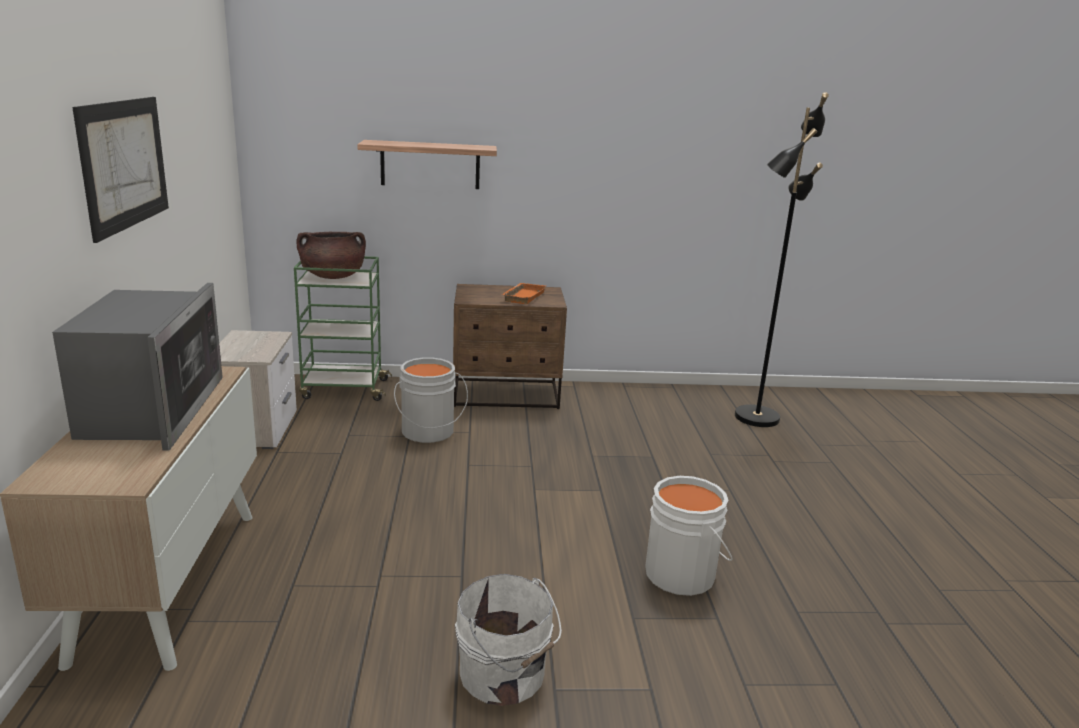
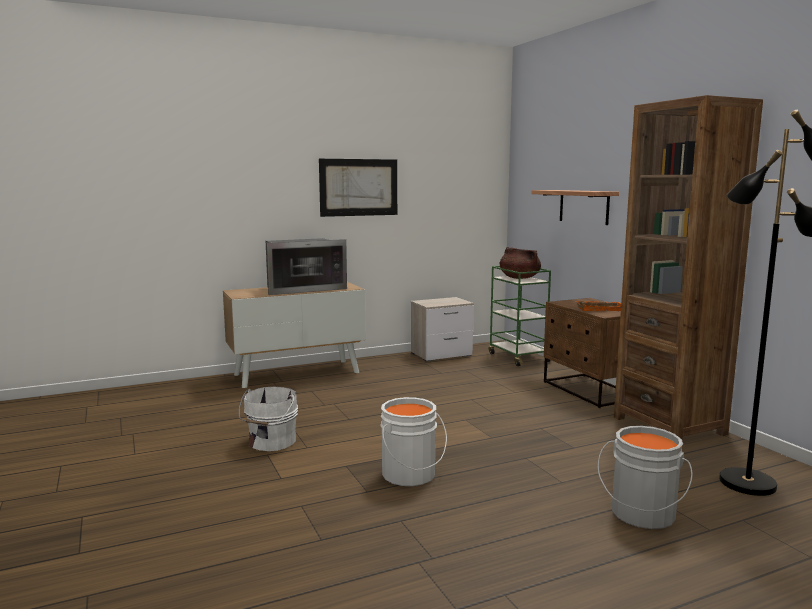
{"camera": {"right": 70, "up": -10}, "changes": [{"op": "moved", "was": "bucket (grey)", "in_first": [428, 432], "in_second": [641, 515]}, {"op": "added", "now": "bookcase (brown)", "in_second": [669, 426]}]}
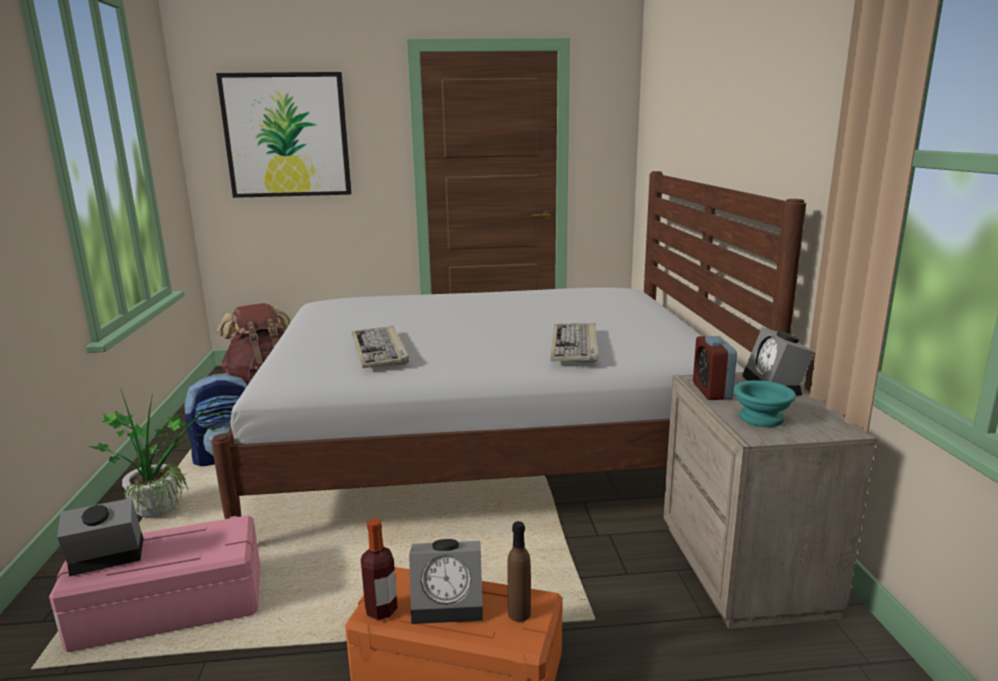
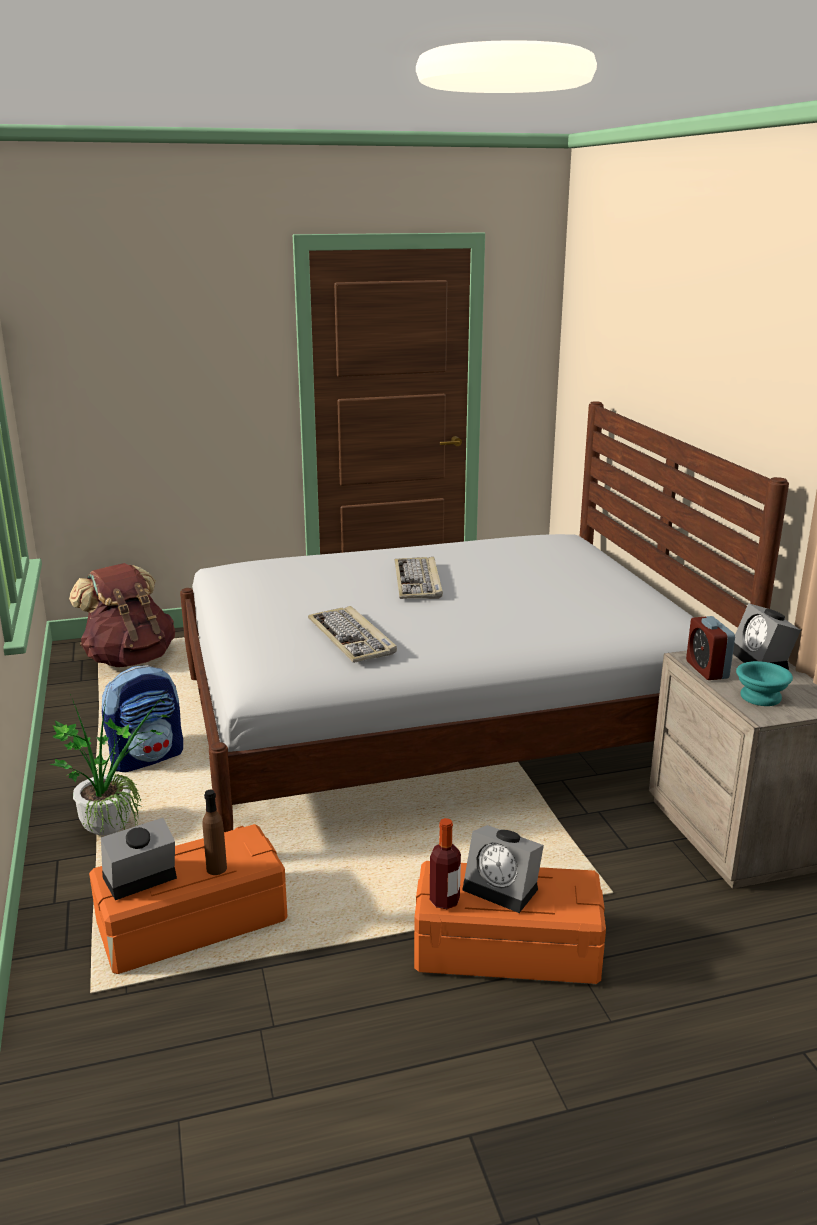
{"camera": {"right": -10, "up": 5}, "changes": [{"op": "recoloured", "was": "storage box (pink)", "now": "storage box (orange)", "in_first": [169, 608], "in_second": [192, 924]}, {"op": "removed", "was": "picture", "in_first": [287, 135]}, {"op": "turned", "was": "alarm clock", "in_first": [450, 603], "in_second": [504, 888], "clockwise": 45}, {"op": "moved", "was": "bottle (brown)", "in_first": [519, 613], "in_second": [216, 868]}, {"op": "moved", "was": "keyboard", "in_first": [575, 346], "in_second": [418, 581]}]}
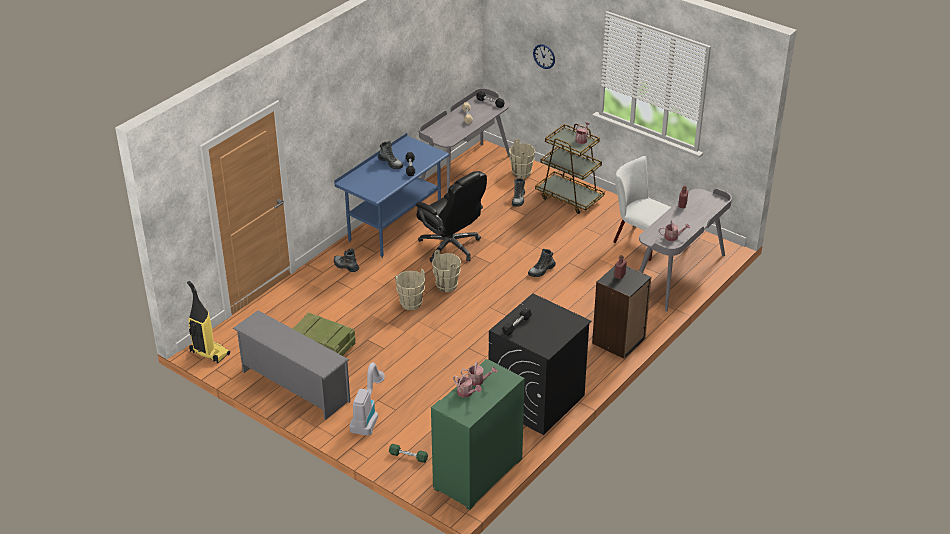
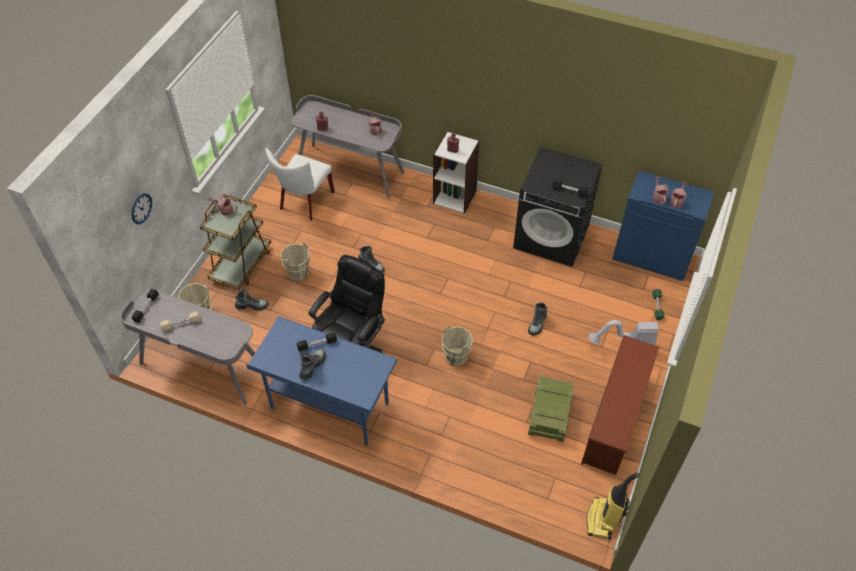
{"camera": {"right": -105, "up": 15}, "changes": [{"op": "recoloured", "was": "shoe rack (grey)", "now": "shoe rack (brown)", "in_first": [294, 386], "in_second": [615, 421]}, {"op": "moved", "was": "boot", "in_first": [346, 266], "in_second": [537, 323]}, {"op": "recoloured", "was": "cabinet (green)", "now": "cabinet (blue)", "in_first": [478, 474], "in_second": [652, 257]}, {"op": "moved", "was": "bucket (beige)", "in_first": [447, 286], "in_second": [298, 273]}, {"op": "recoloured", "was": "bookcase (black)", "now": "bookcase (white)", "in_first": [619, 341], "in_second": [455, 197]}]}
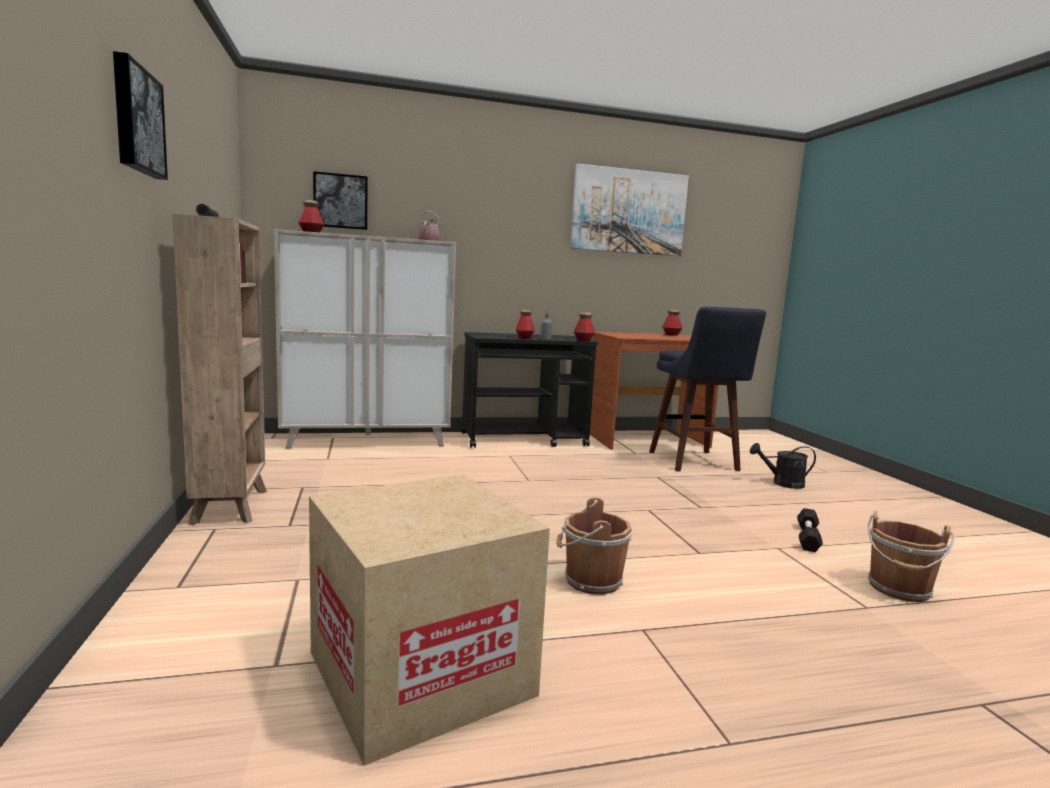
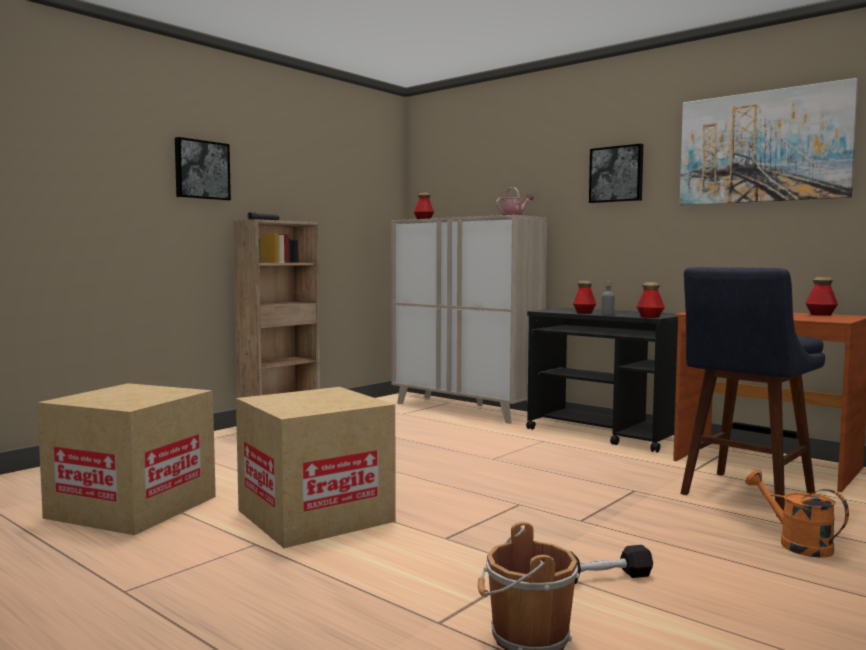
{"camera": {"right": 55, "up": -5}, "changes": [{"op": "moved", "was": "picture", "in_first": [341, 201], "in_second": [617, 174]}, {"op": "replaced", "was": "bucket (brown)", "now": "cardboard box", "in_first": [590, 581], "in_second": [315, 516]}, {"op": "recoloured", "was": "watering can (black)", "now": "watering can (orange)", "in_first": [782, 483], "in_second": [796, 544]}]}
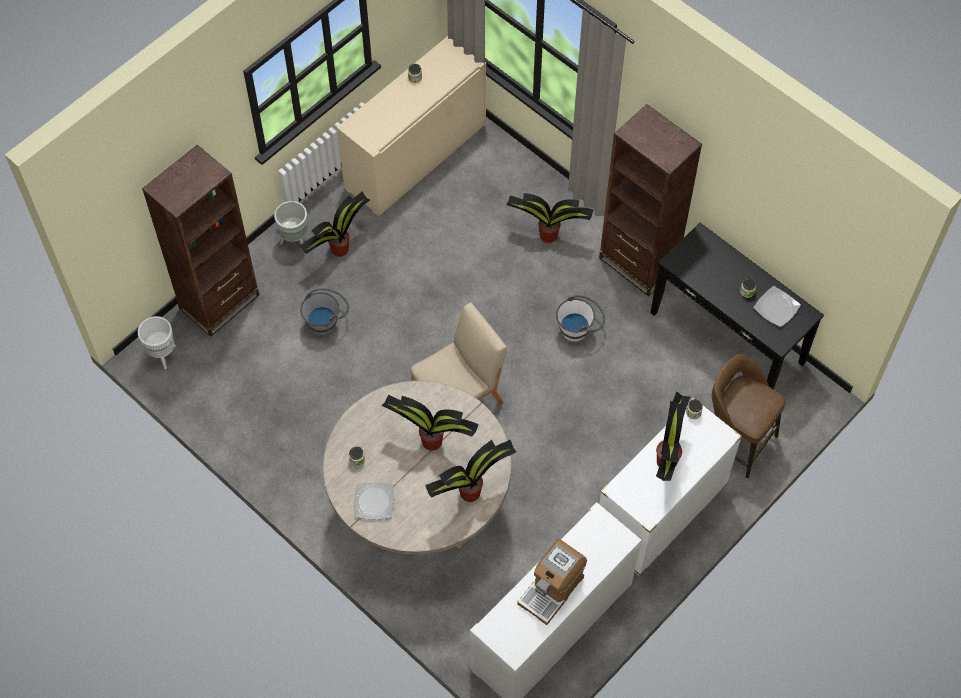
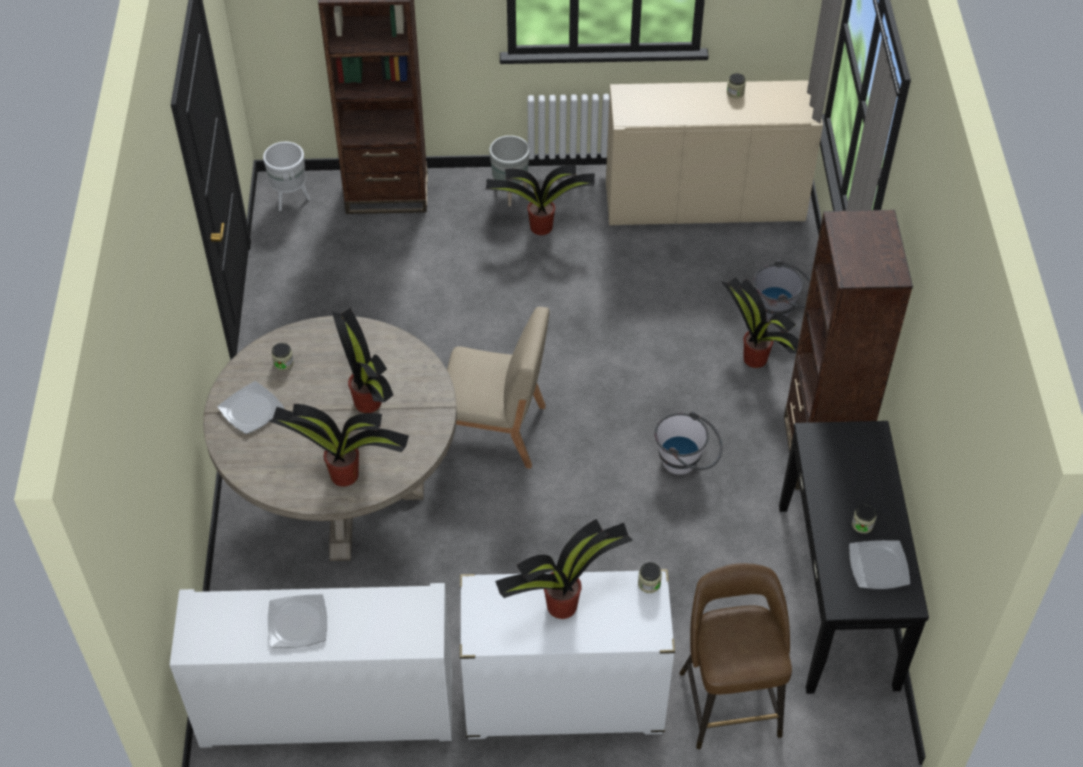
{"camera": {"right": 45, "up": -10}, "changes": [{"op": "moved", "was": "bucket (grey)", "in_first": [326, 320], "in_second": [781, 309]}, {"op": "replaced", "was": "coffee machine", "now": "plate", "in_first": [551, 589], "in_second": [298, 623]}]}
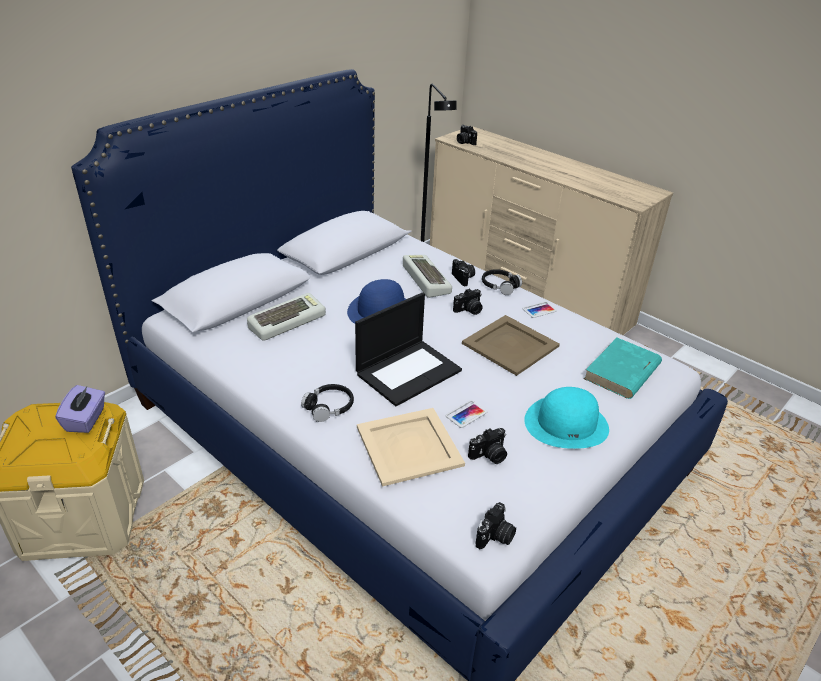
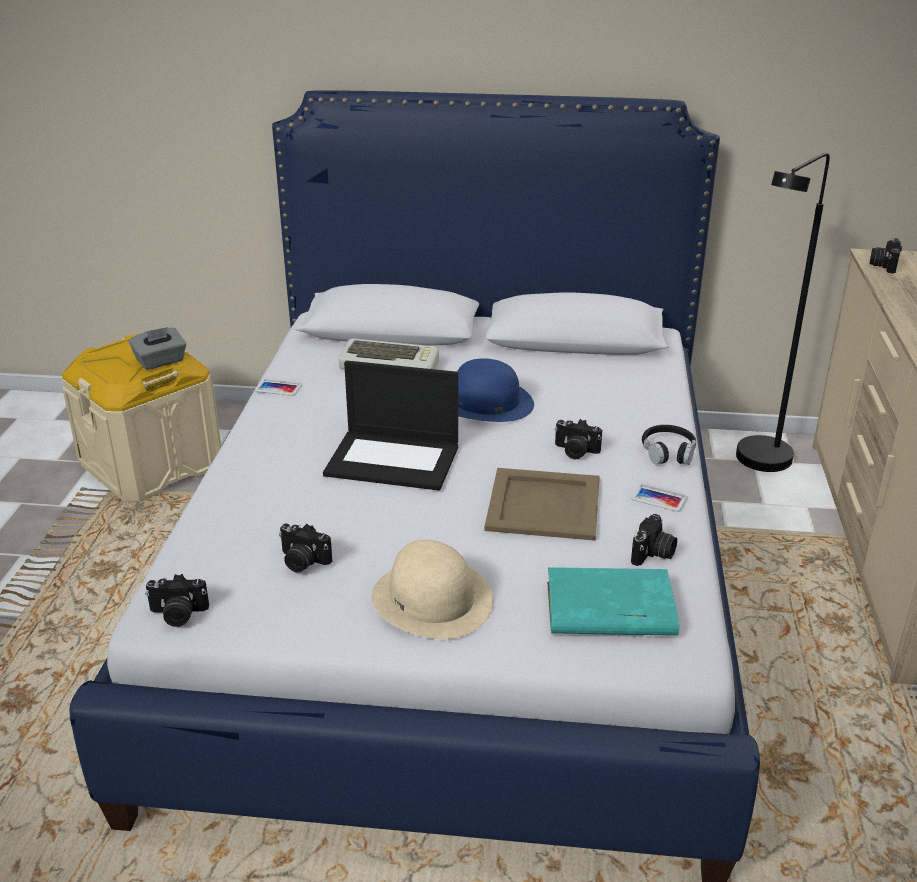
{"camera": {"right": 55, "up": -5}, "changes": [{"op": "recoloured", "was": "tissue box (purple)", "now": "tissue box (grey)", "in_first": [86, 420], "in_second": [161, 362]}, {"op": "removed", "was": "headphones (black)", "in_first": [329, 407]}, {"op": "removed", "was": "tray (beige)", "in_first": [408, 447]}, {"op": "removed", "was": "keyboard", "in_first": [424, 279]}, {"op": "moved", "was": "phone", "in_first": [466, 414], "in_second": [279, 388]}, {"op": "moved", "was": "photo camera", "in_first": [464, 278], "in_second": [653, 554]}, {"op": "recoloured", "was": "hat (turquoise)", "now": "hat (beige)", "in_first": [566, 423], "in_second": [432, 599]}]}
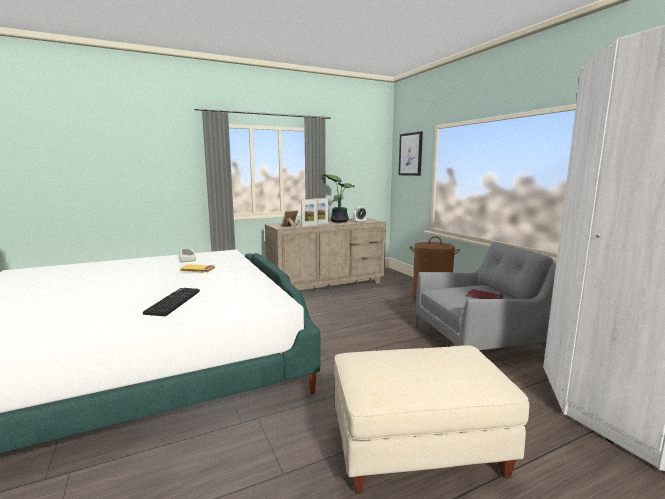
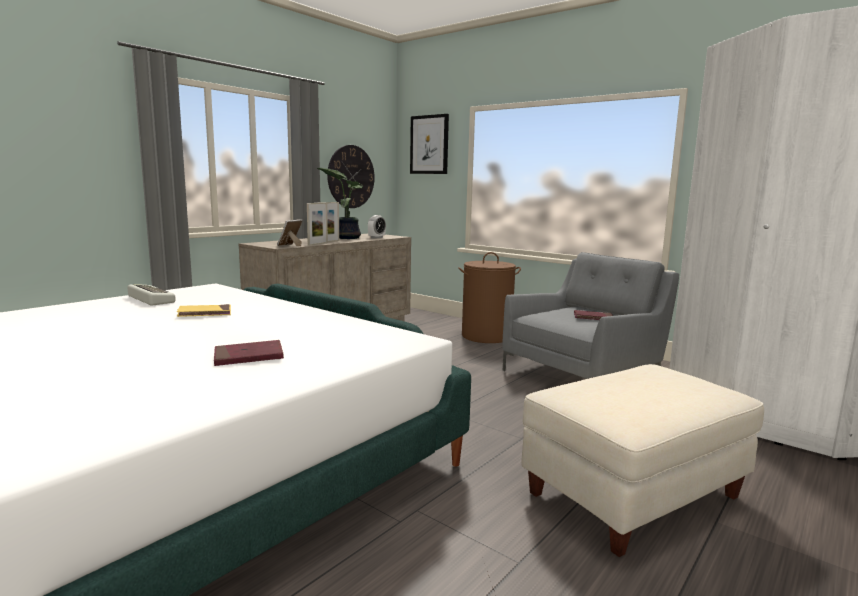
{"camera": {"right": -25, "up": 0}, "changes": [{"op": "replaced", "was": "keyboard", "now": "book (red)", "in_first": [173, 302], "in_second": [248, 357]}, {"op": "added", "now": "wall clock", "in_second": [351, 176]}]}
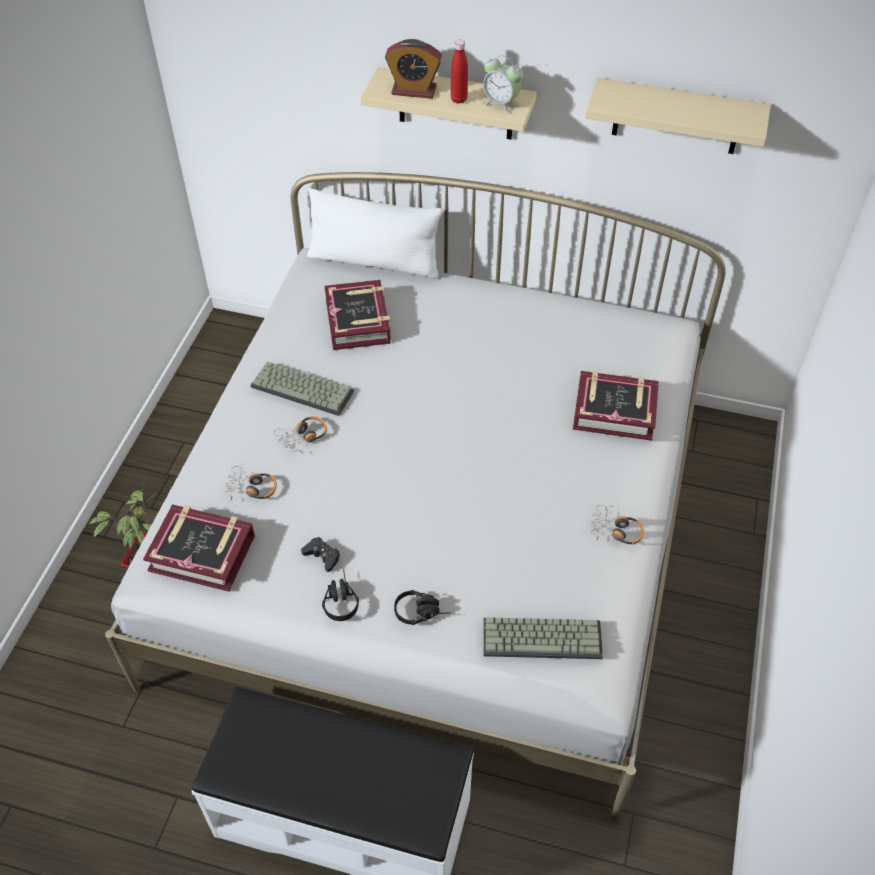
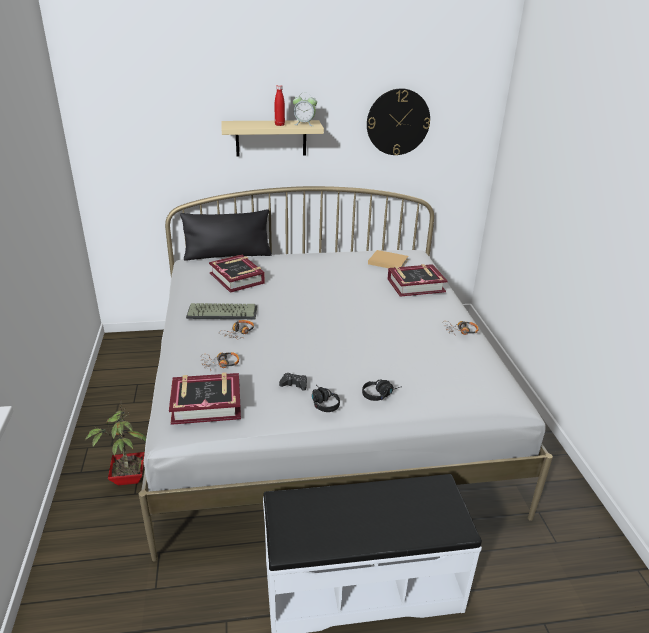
{"camera": {"right": -25, "up": -20}, "changes": [{"op": "recoloured", "was": "pillow (white)", "now": "pillow (black)", "in_first": [374, 261], "in_second": [228, 255]}, {"op": "removed", "was": "alarm clock", "in_first": [414, 90]}, {"op": "removed", "was": "keyboard", "in_first": [543, 637]}, {"op": "replaced", "was": "shelf (beige)", "now": "wall clock", "in_first": [677, 117], "in_second": [398, 122]}, {"op": "added", "now": "book (beige)", "in_second": [387, 261]}]}
